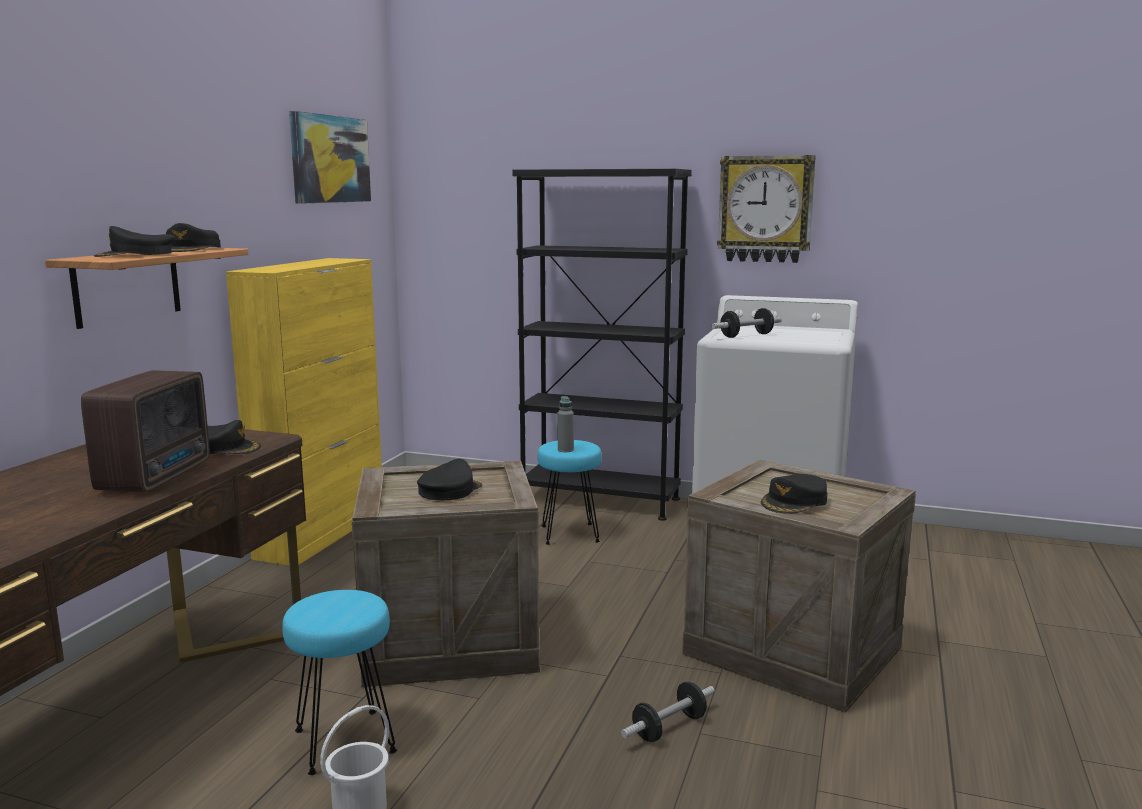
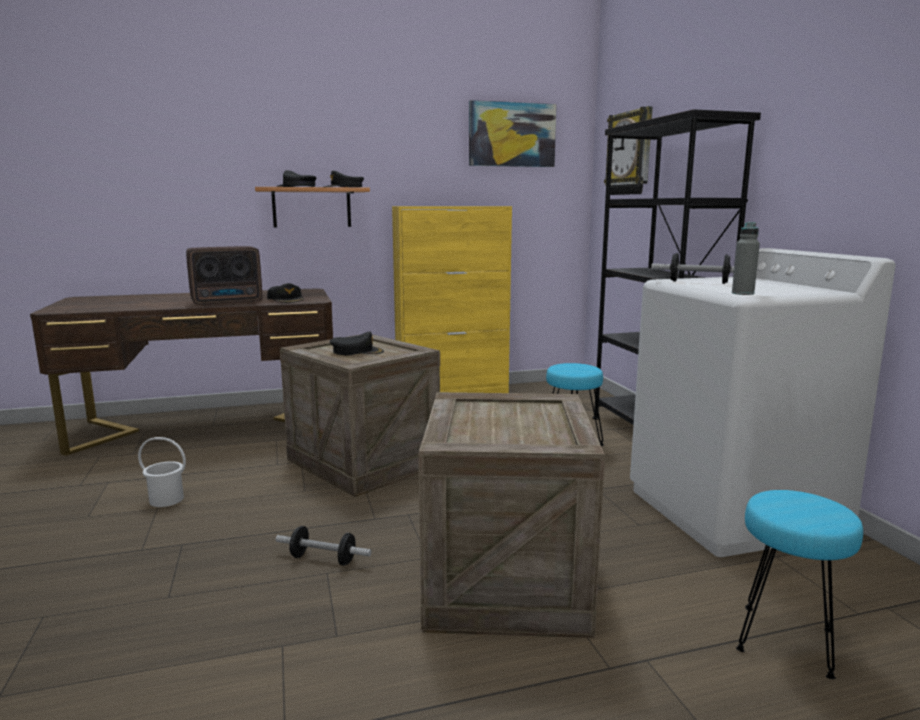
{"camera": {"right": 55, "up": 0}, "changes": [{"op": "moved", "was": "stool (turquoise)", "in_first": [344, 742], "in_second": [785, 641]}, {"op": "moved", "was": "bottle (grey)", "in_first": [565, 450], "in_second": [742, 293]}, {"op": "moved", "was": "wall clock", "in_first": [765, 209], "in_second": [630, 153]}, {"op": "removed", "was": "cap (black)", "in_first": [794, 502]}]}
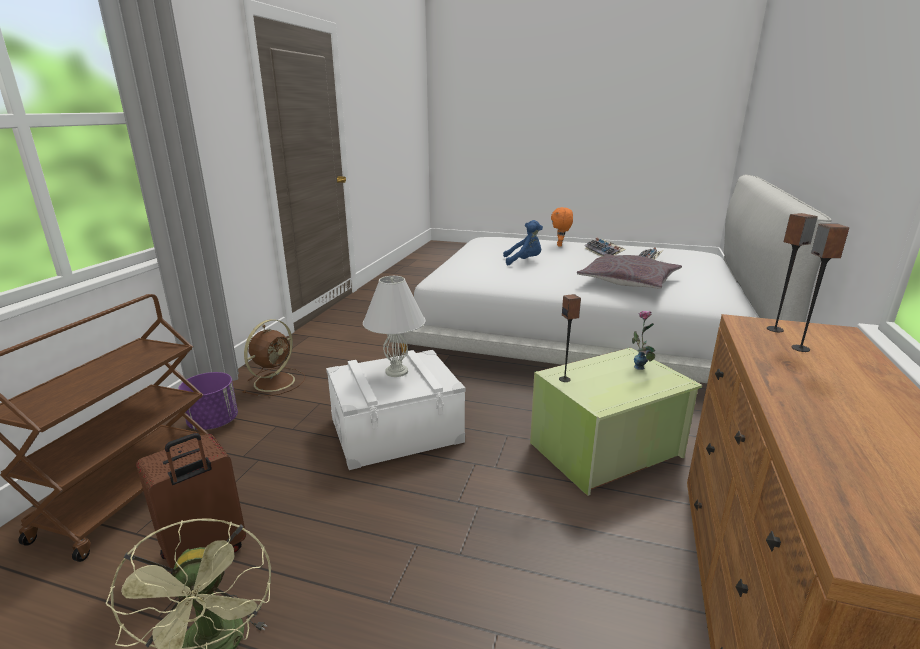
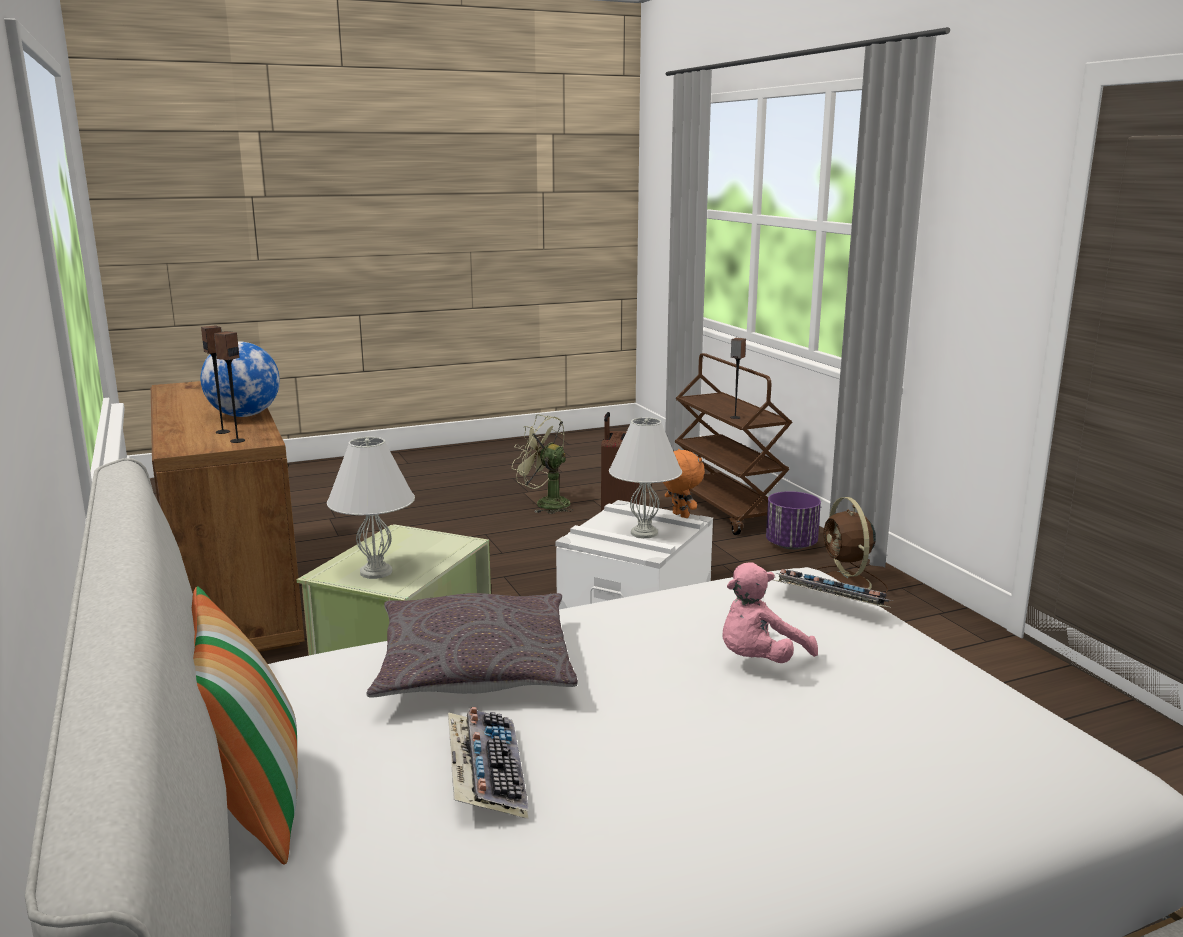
{"camera": {"right": 140, "up": -5}, "changes": [{"op": "recoloured", "was": "plush toy (blue)", "now": "plush toy (pink)", "in_first": [524, 261], "in_second": [759, 661]}, {"op": "moved", "was": "plush toy (orange)", "in_first": [560, 245], "in_second": [679, 516]}, {"op": "moved", "was": "speaker", "in_first": [564, 379], "in_second": [735, 417]}, {"op": "moved", "was": "keyboard", "in_first": [604, 253], "in_second": [827, 602]}, {"op": "replaced", "was": "vase", "now": "table lamp (white)", "in_first": [639, 371], "in_second": [375, 572]}, {"op": "added", "now": "pillow", "in_second": [250, 802]}, {"op": "added", "now": "globe", "in_second": [244, 415]}]}
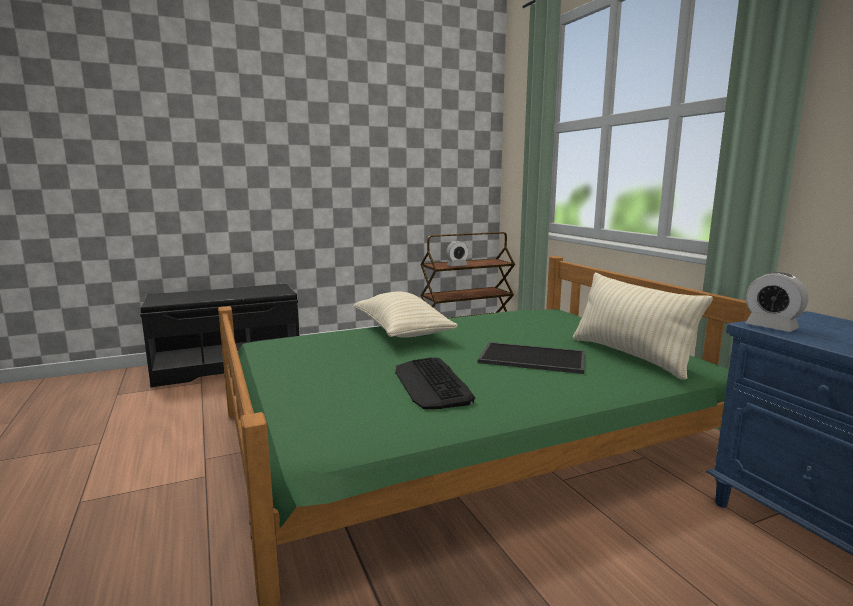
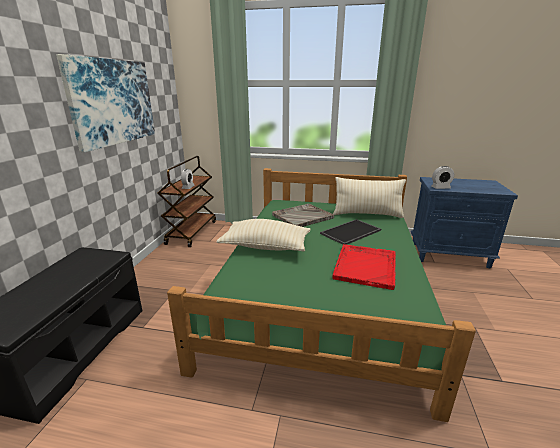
{"camera": {"right": -55, "up": 10}, "changes": [{"op": "replaced", "was": "keyboard", "now": "tray (red)", "in_first": [431, 384], "in_second": [365, 266]}, {"op": "added", "now": "picture", "in_second": [113, 102]}, {"op": "added", "now": "tray (grey)", "in_second": [302, 217]}]}
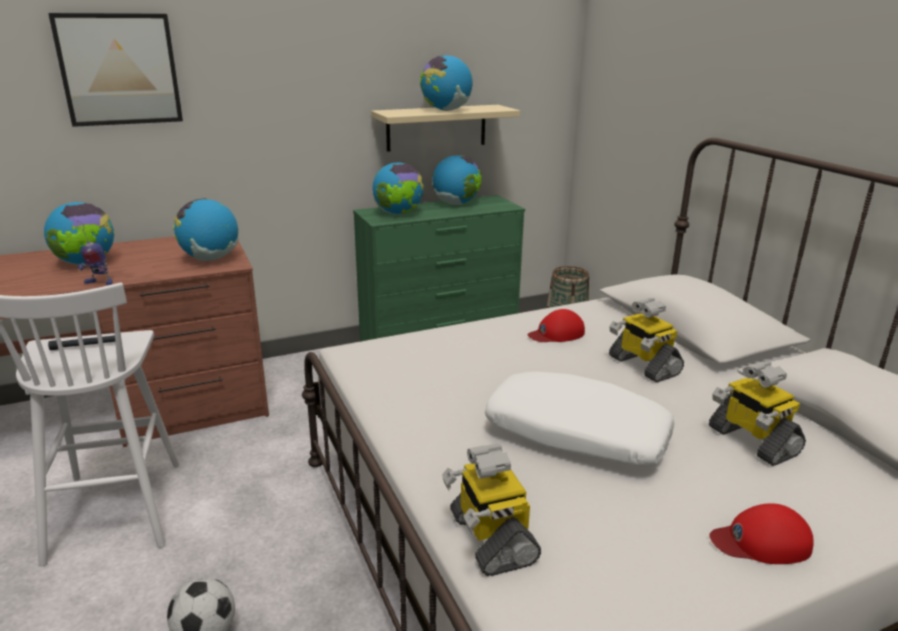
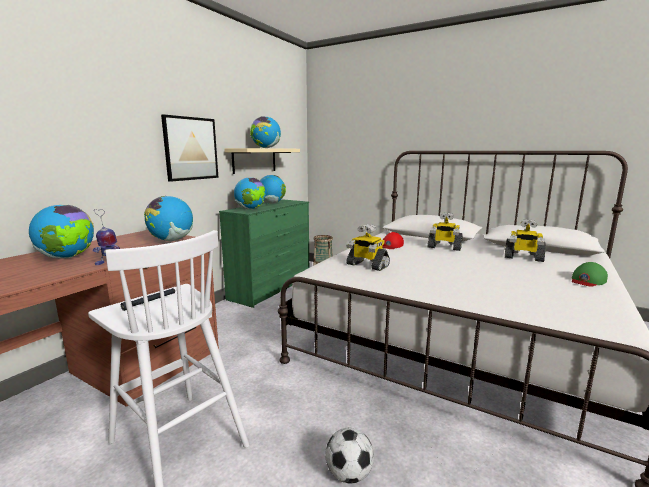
{"camera": {"right": -35, "up": -10}, "changes": [{"op": "moved", "was": "picture", "in_first": [119, 69], "in_second": [191, 148]}, {"op": "moved", "was": "toy robot", "in_first": [490, 538], "in_second": [367, 265]}, {"op": "removed", "was": "pillow (white)", "in_first": [575, 435]}, {"op": "recoloured", "was": "cap (red)", "now": "cap (green)", "in_first": [761, 542], "in_second": [587, 280]}]}
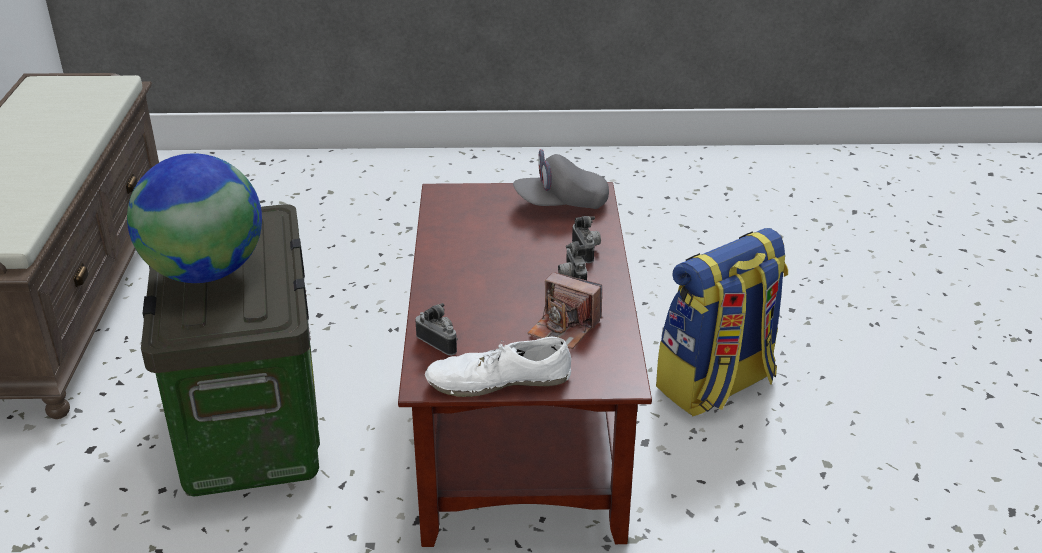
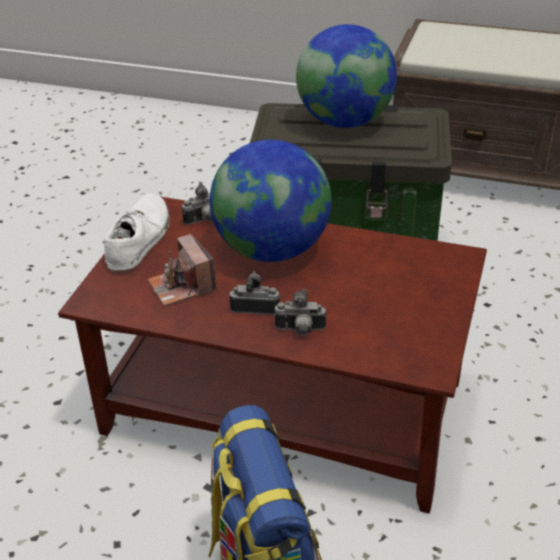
{"camera": {"right": 110, "up": 5}, "changes": [{"op": "removed", "was": "cap (grey)", "in_first": [561, 204]}, {"op": "turned", "was": "photo camera", "in_first": [564, 328], "in_second": [182, 286], "clockwise": -75}, {"op": "added", "now": "globe", "in_second": [272, 249]}]}
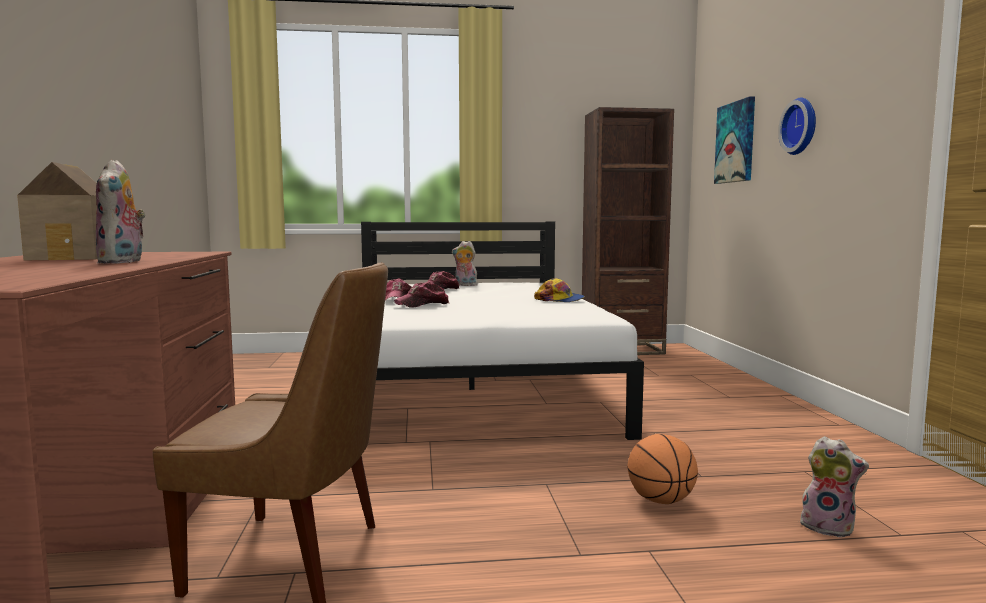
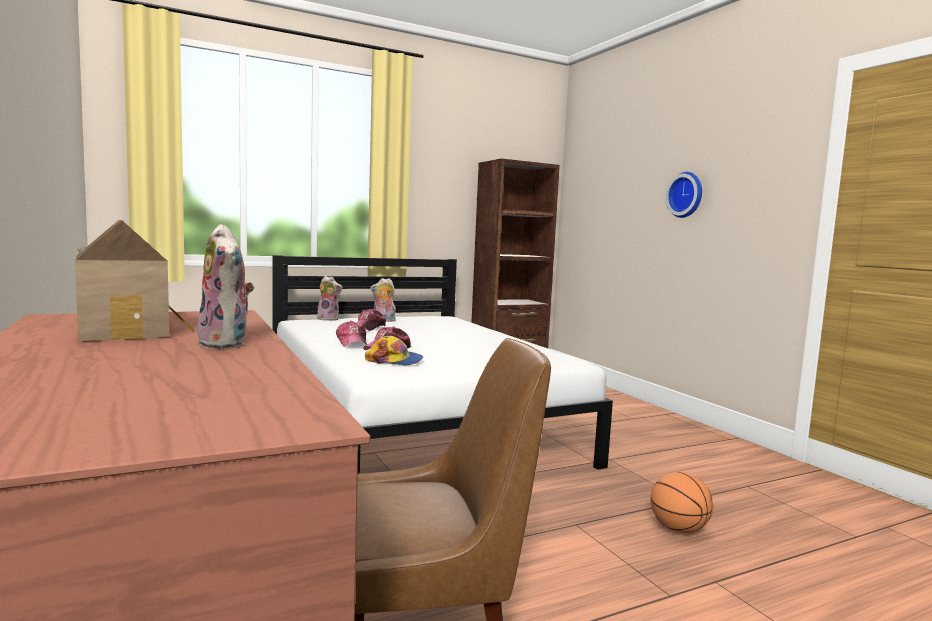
{"camera": {"right": -20, "up": 0}, "changes": [{"op": "moved", "was": "cap", "in_first": [560, 300], "in_second": [395, 360]}, {"op": "removed", "was": "picture", "in_first": [736, 142]}, {"op": "moved", "was": "plush toy", "in_first": [828, 527], "in_second": [329, 319]}]}
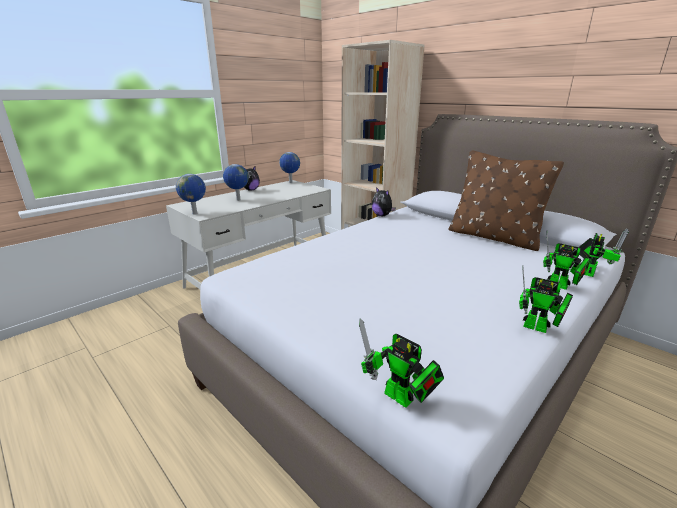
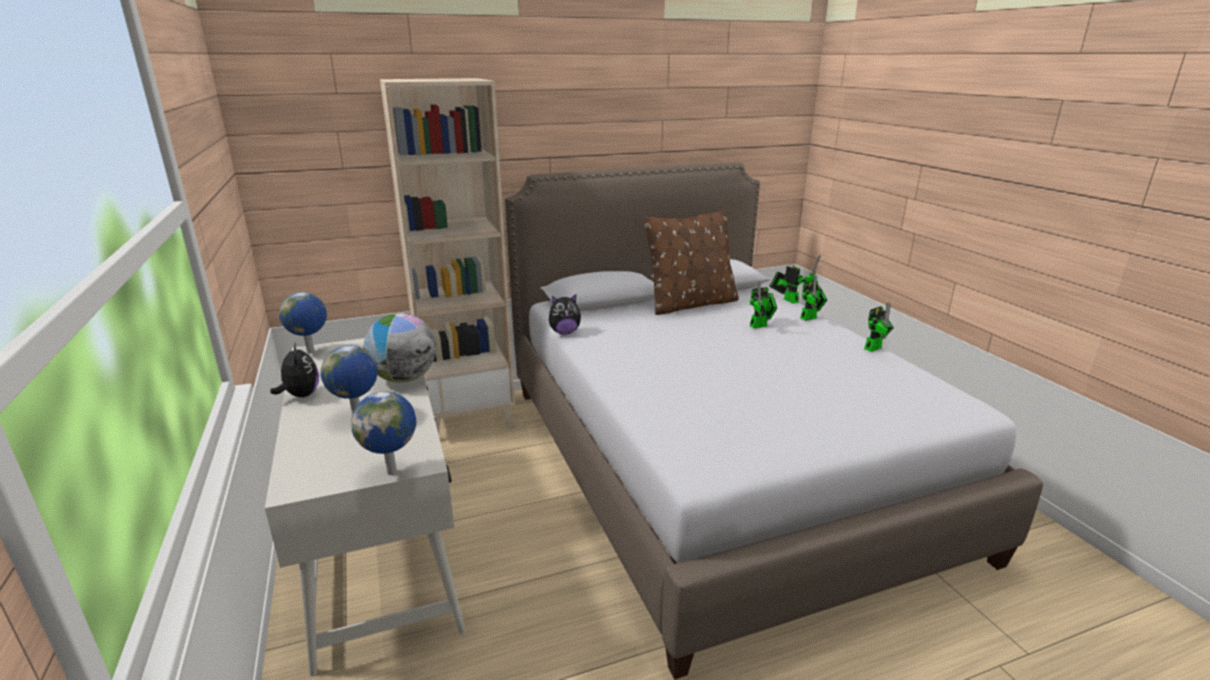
{"camera": {"right": -65, "up": 0}, "changes": [{"op": "moved", "was": "toy robot", "in_first": [402, 399], "in_second": [760, 325]}, {"op": "added", "now": "globe", "in_second": [404, 378]}]}
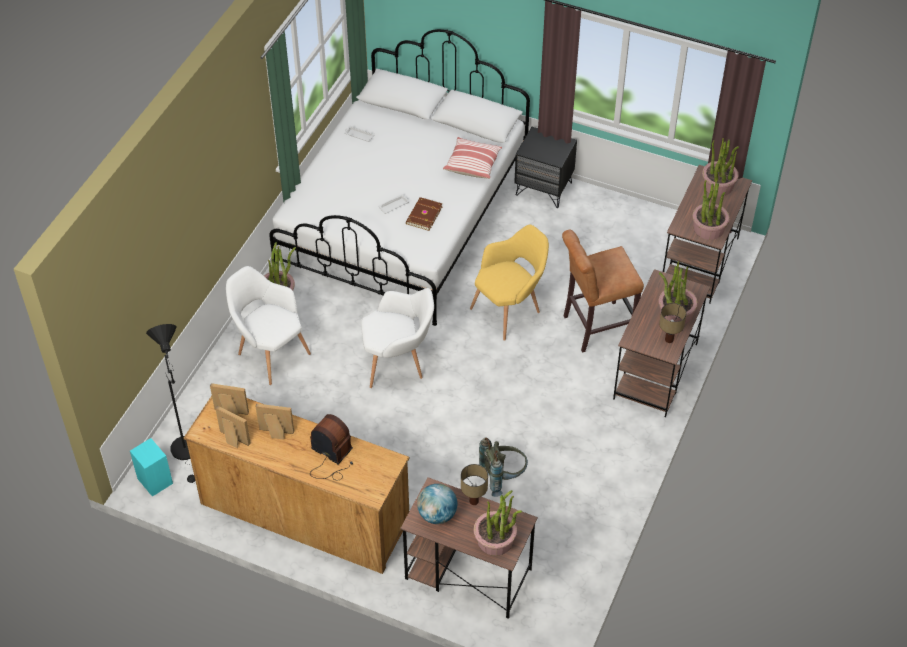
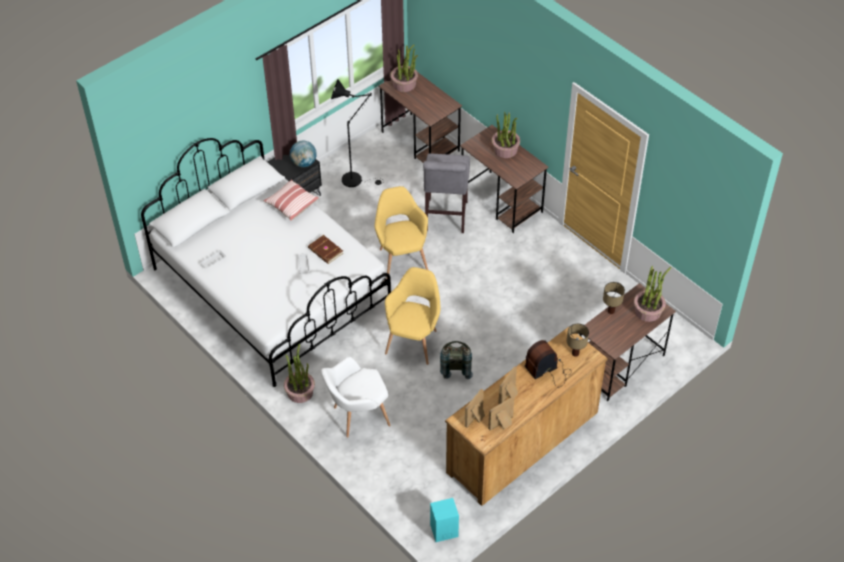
{"camera": {"right": -65, "up": 0}, "changes": [{"op": "moved", "was": "floor lamp (black)", "in_first": [187, 453], "in_second": [356, 179]}, {"op": "recoloured", "was": "armchair (white)", "now": "armchair (yellow)", "in_first": [398, 363], "in_second": [414, 340]}, {"op": "moved", "was": "globe", "in_first": [437, 514], "in_second": [304, 163]}, {"op": "moved", "was": "backpack (grey)", "in_first": [503, 477], "in_second": [455, 367]}, {"op": "recoloured", "was": "stool (brown)", "now": "stool (grey)", "in_first": [594, 328], "in_second": [445, 218]}, {"op": "moved", "was": "table lamp", "in_first": [669, 340], "in_second": [575, 353]}, {"op": "removed", "was": "potted plant", "in_first": [708, 228]}]}
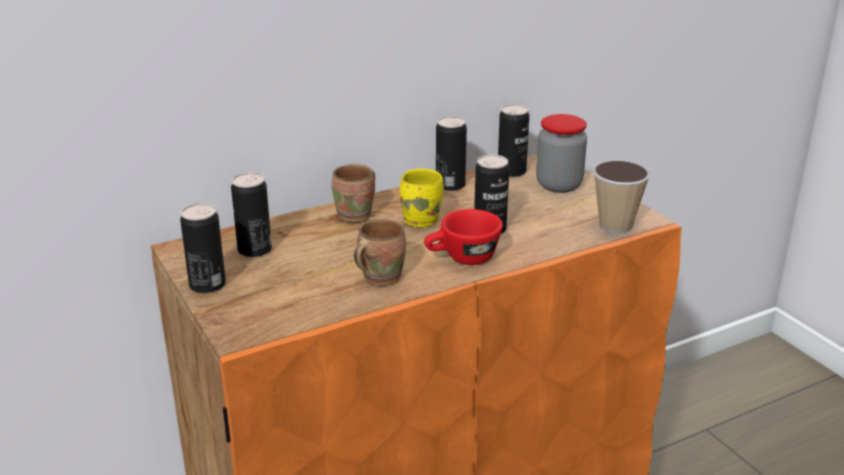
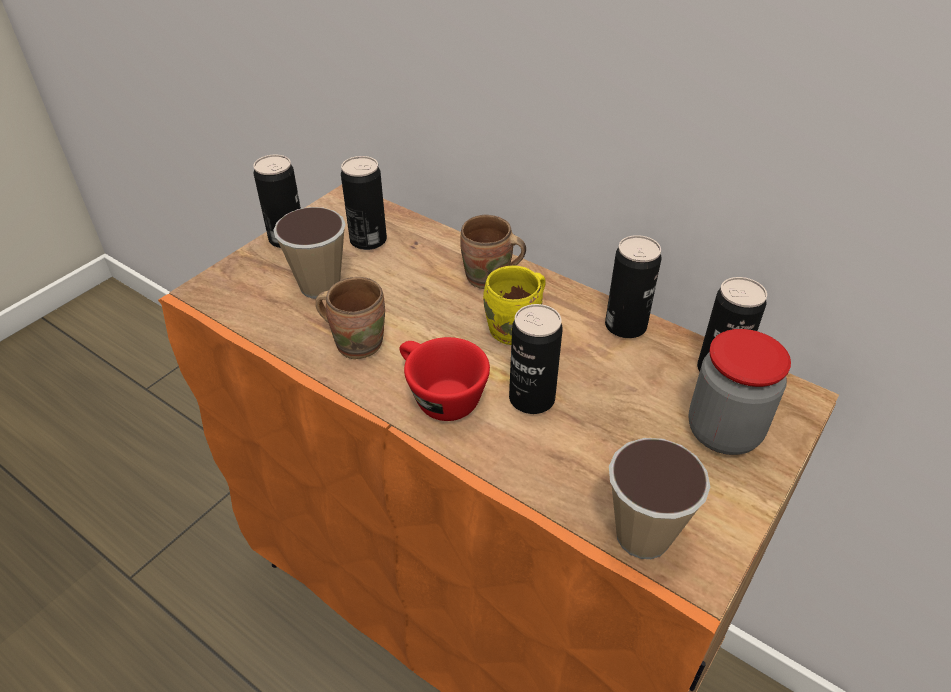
{"camera": {"right": 65, "up": 15}, "changes": [{"op": "added", "now": "cup", "in_second": [320, 286]}]}
